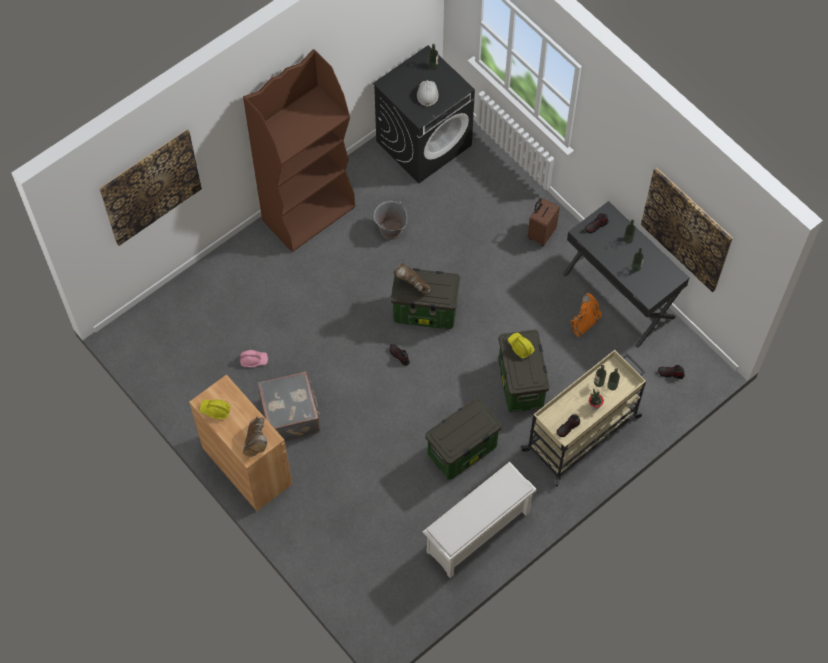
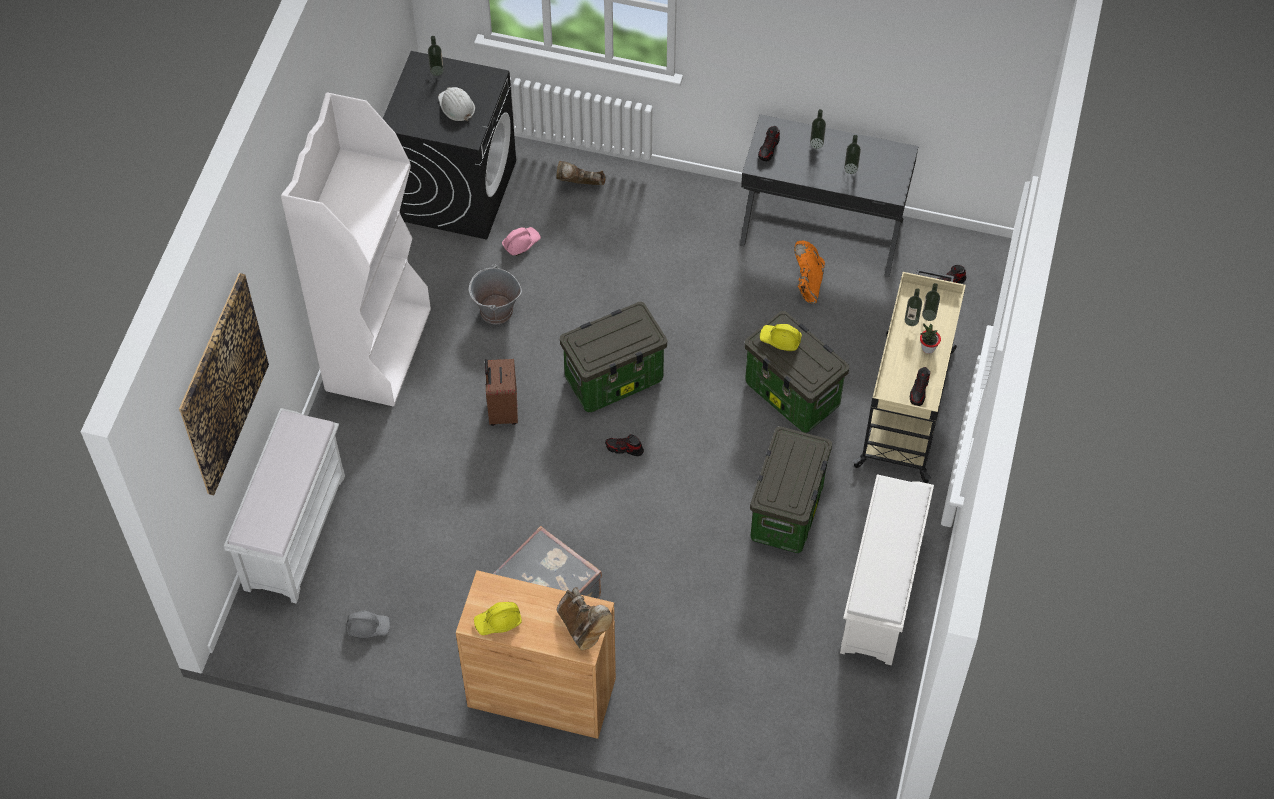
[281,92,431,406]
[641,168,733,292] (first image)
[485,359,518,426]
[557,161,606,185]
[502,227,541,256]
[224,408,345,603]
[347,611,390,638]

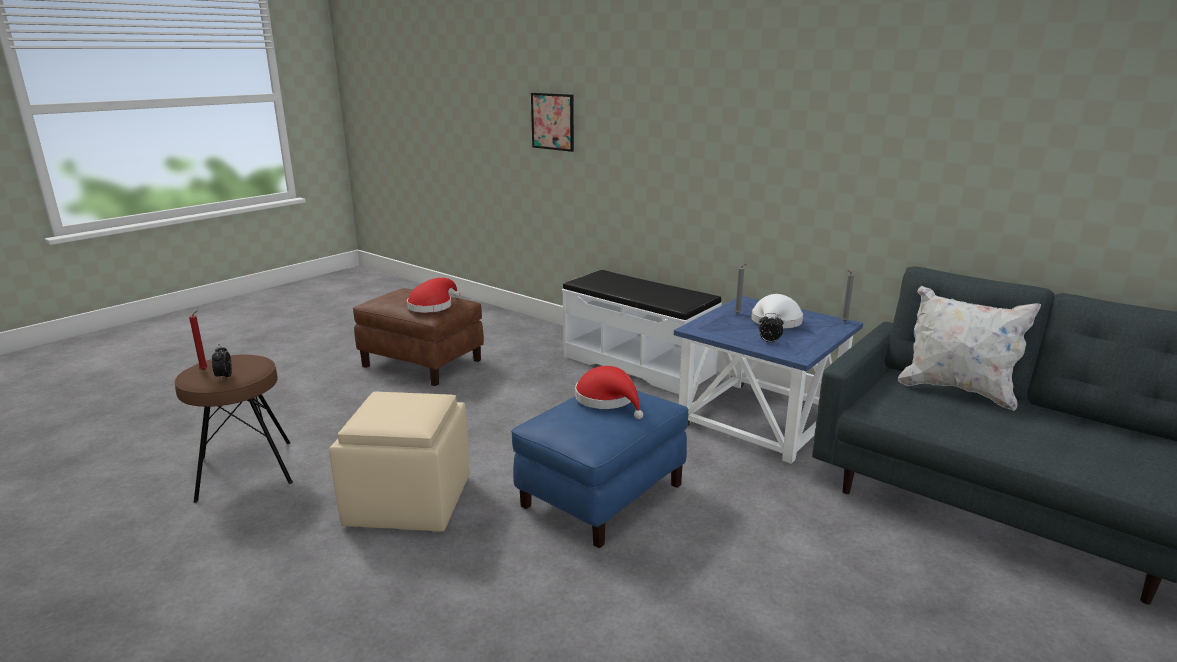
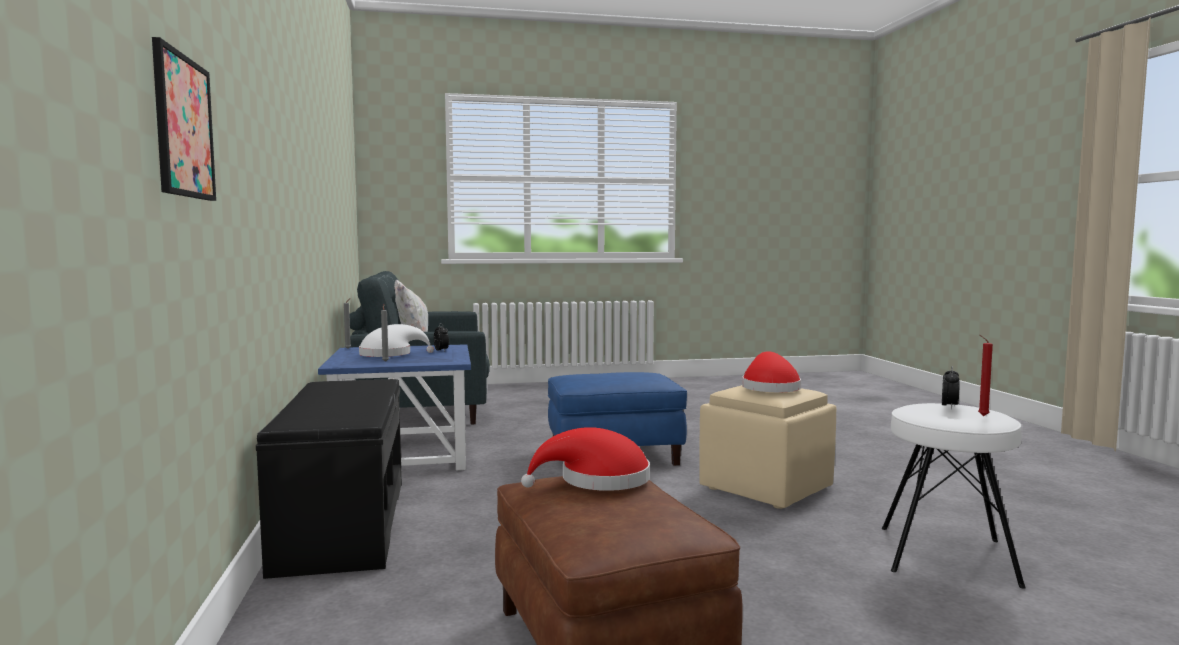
[256,379,402,579]
[882,403,1026,589]
[742,351,801,392]

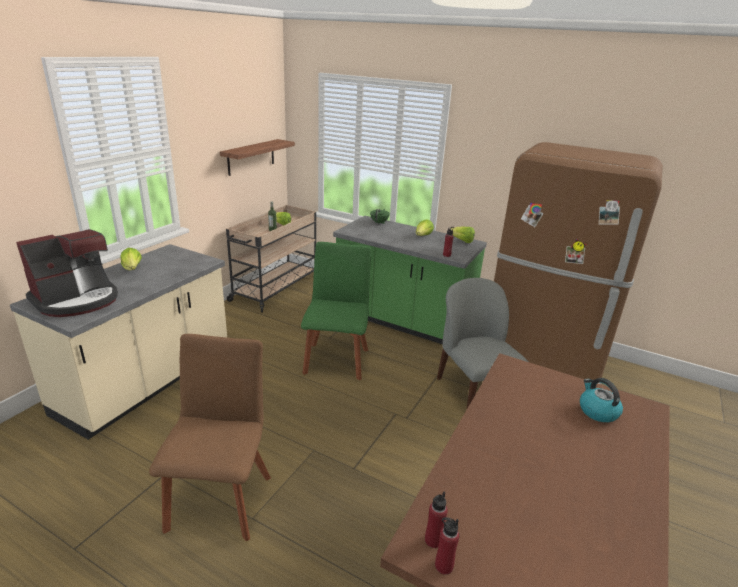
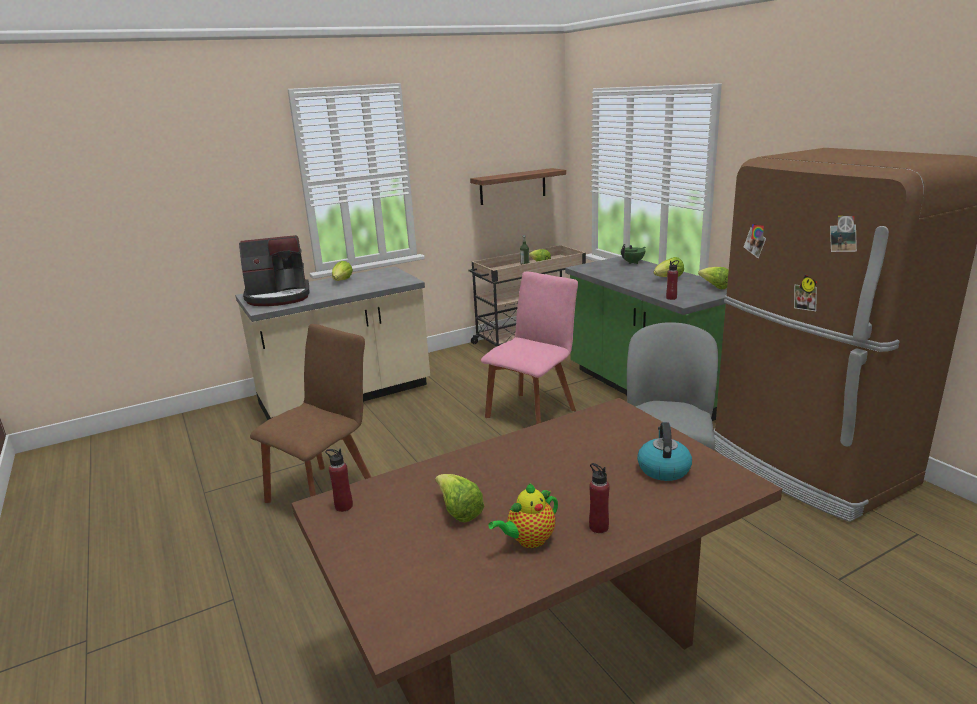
[481,272,578,424]
[589,463,610,533]
[435,474,484,523]
[488,483,558,548]

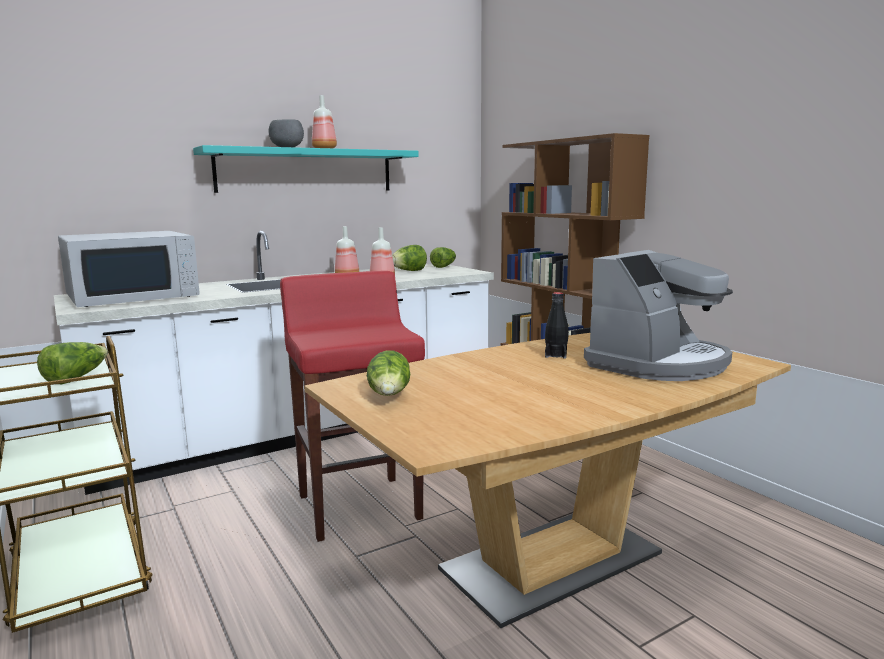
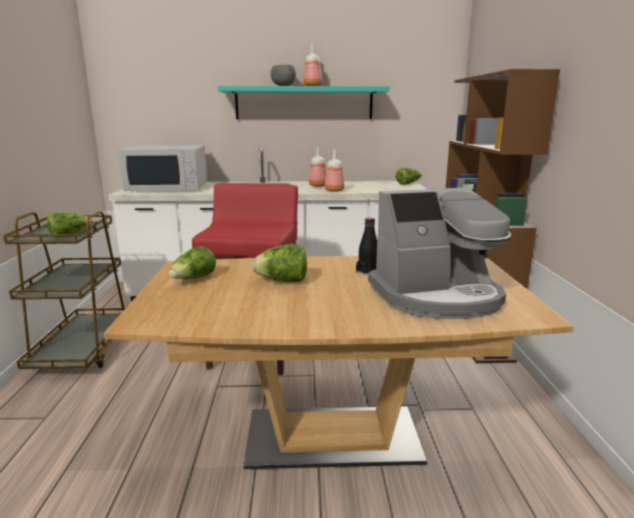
[252,244,307,282]

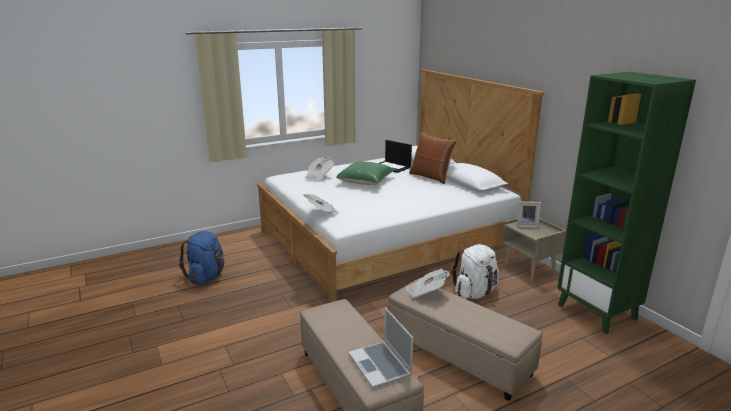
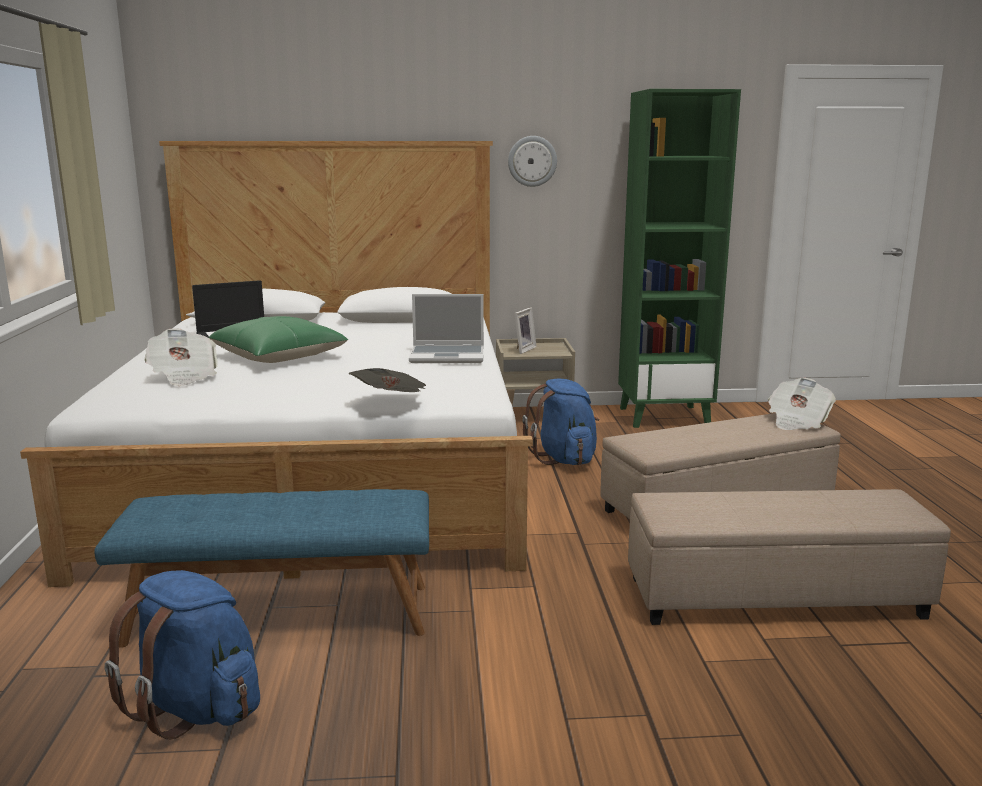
[409,132,457,184] (first image)
[522,378,599,465]
[768,378,836,430]
[409,294,484,363]
[508,136,557,187]
[94,489,429,648]

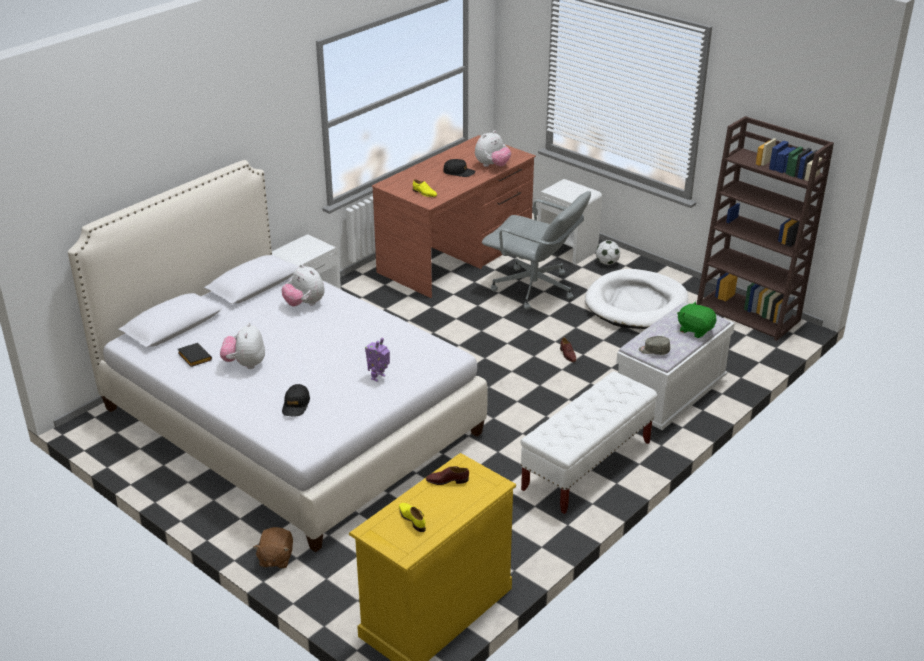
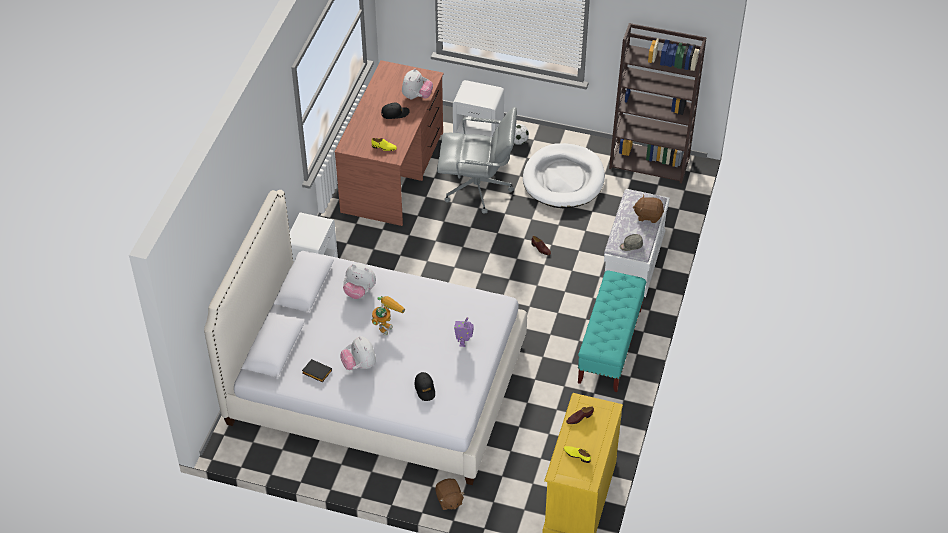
[633,194,664,223]
[578,271,646,392]
[371,296,405,336]

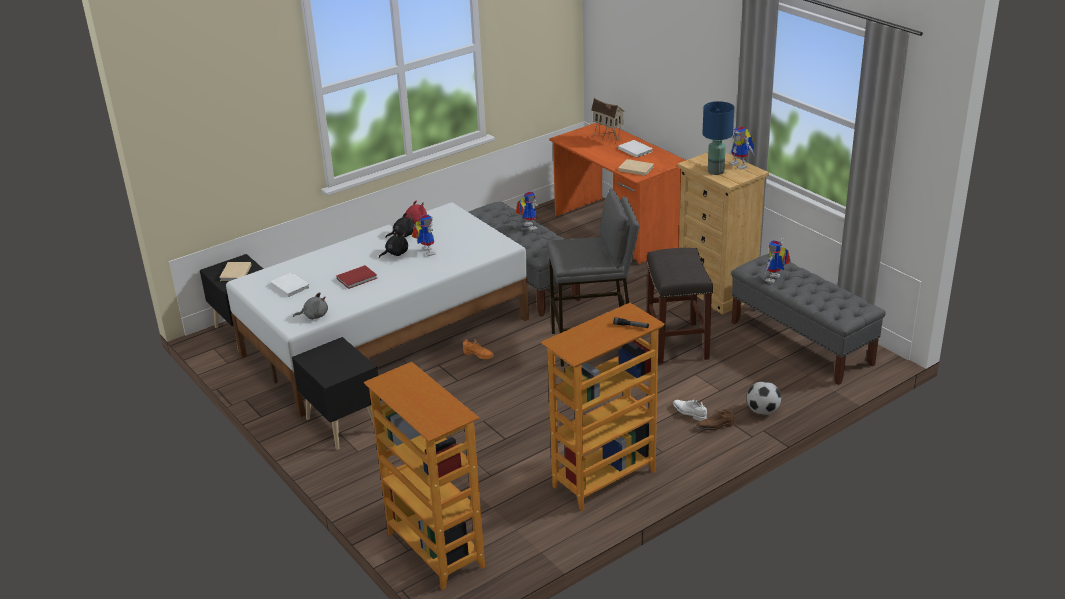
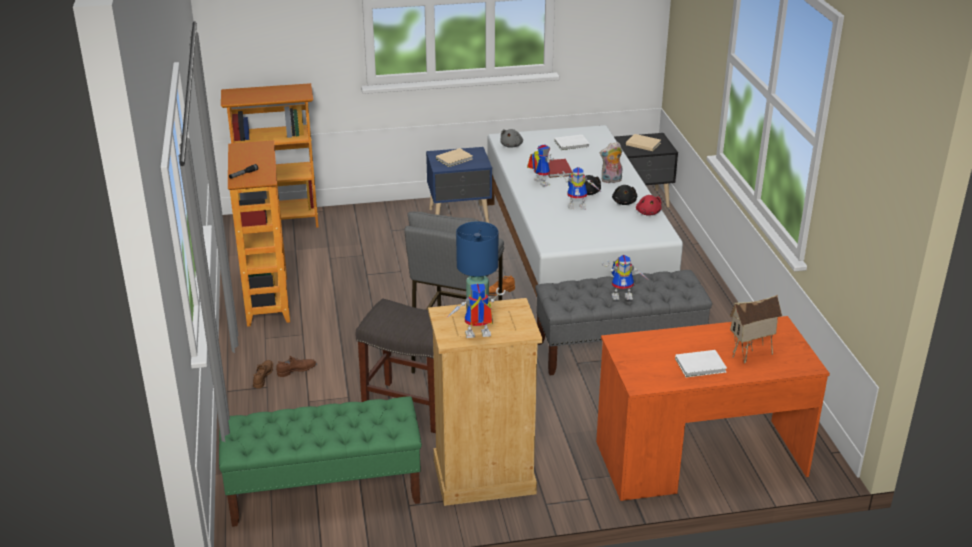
[436,148,473,167]
[527,144,554,187]
[219,396,422,527]
[426,147,492,223]
[747,381,781,415] (first image)
[276,356,317,377]
[600,142,622,183]

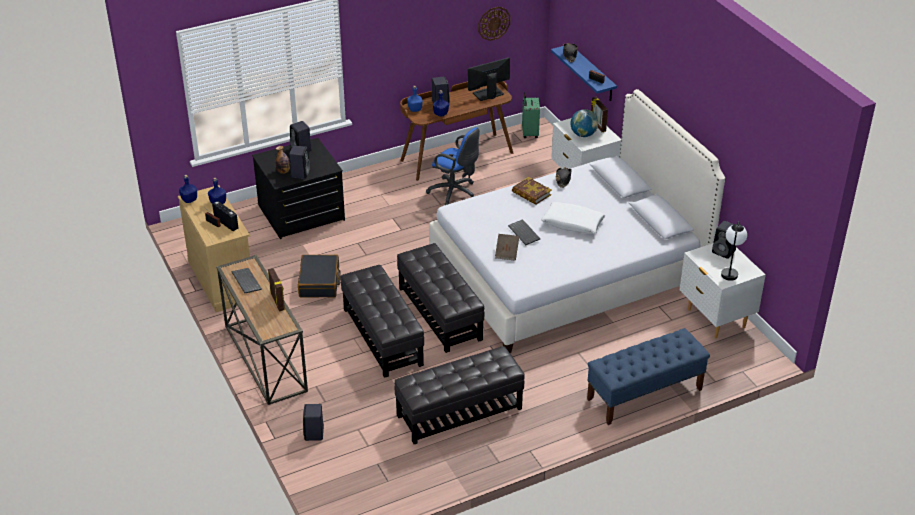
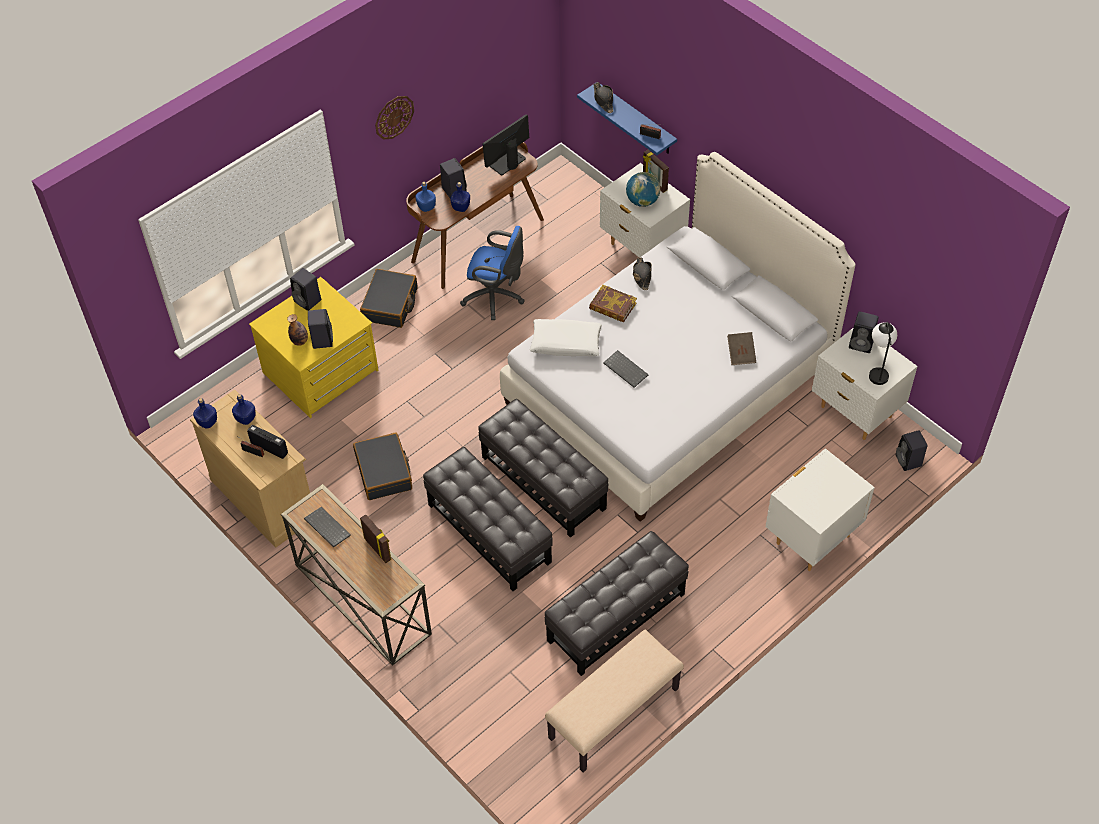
[375,96,414,139]
[522,92,540,138] (first image)
[249,277,379,418]
[530,319,602,356]
[727,332,756,365]
[766,448,875,571]
[896,430,928,471]
[360,269,418,328]
[545,629,684,773]

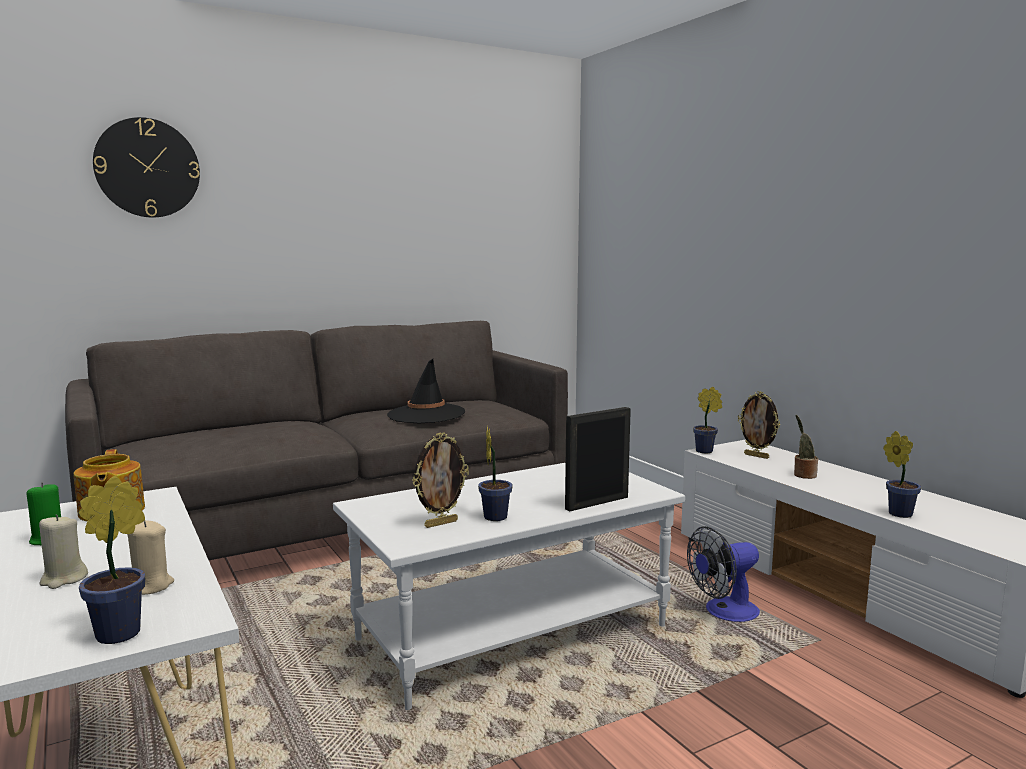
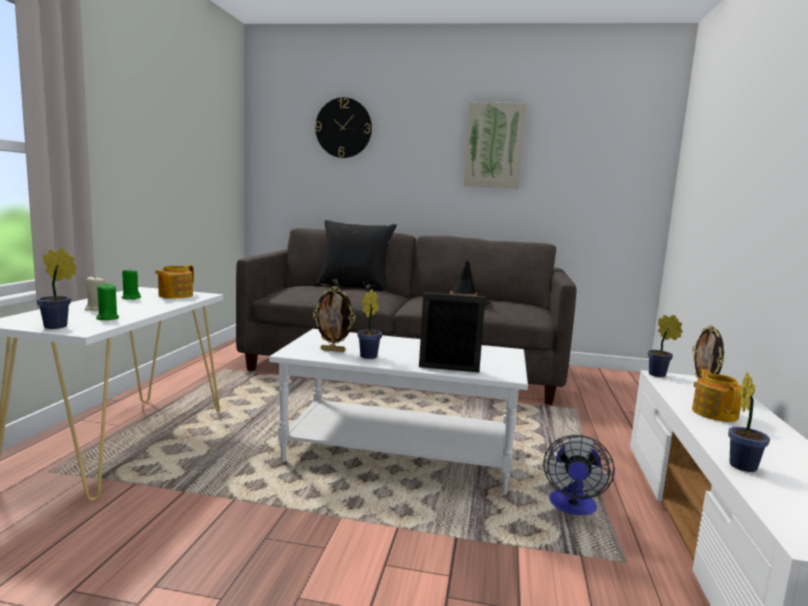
[692,369,741,422]
[96,284,119,320]
[543,435,615,515]
[463,102,527,189]
[314,220,397,292]

